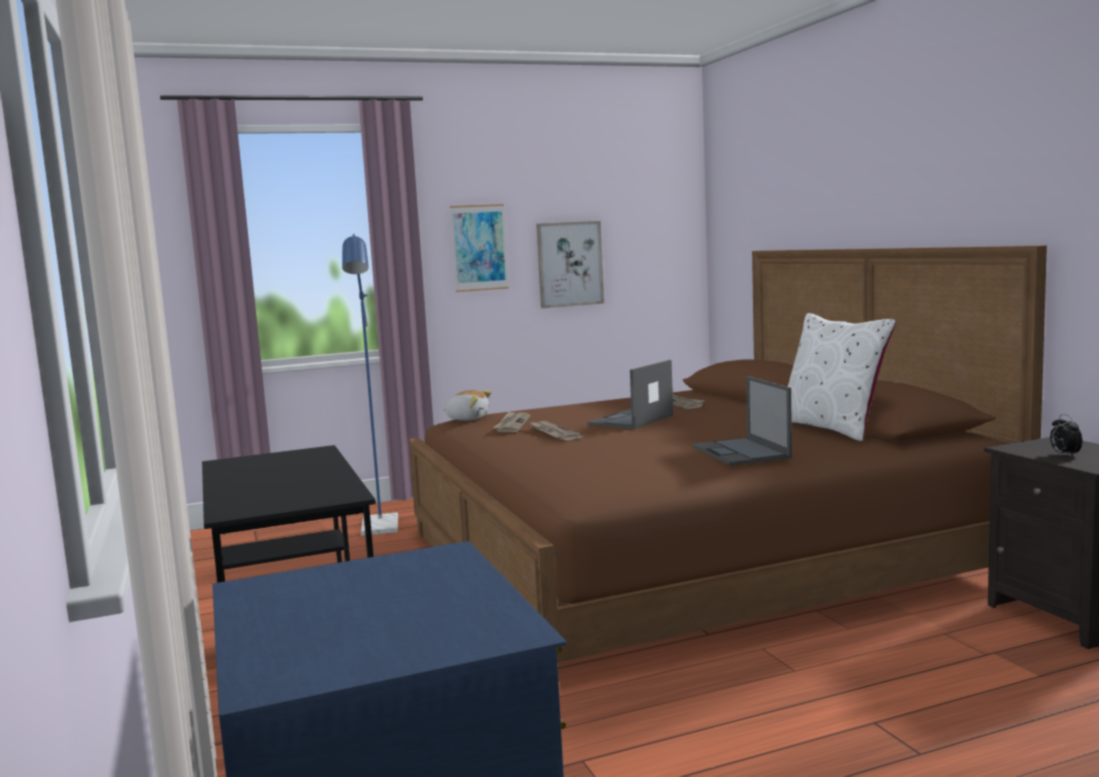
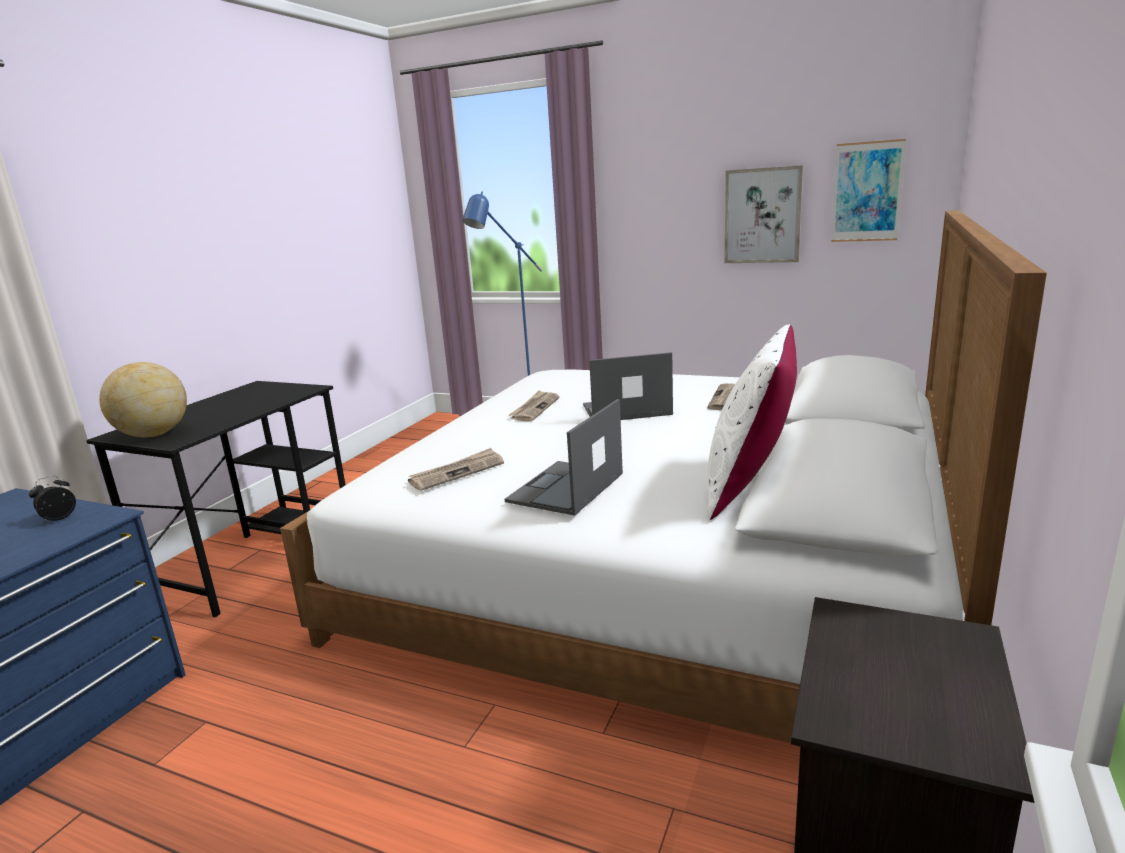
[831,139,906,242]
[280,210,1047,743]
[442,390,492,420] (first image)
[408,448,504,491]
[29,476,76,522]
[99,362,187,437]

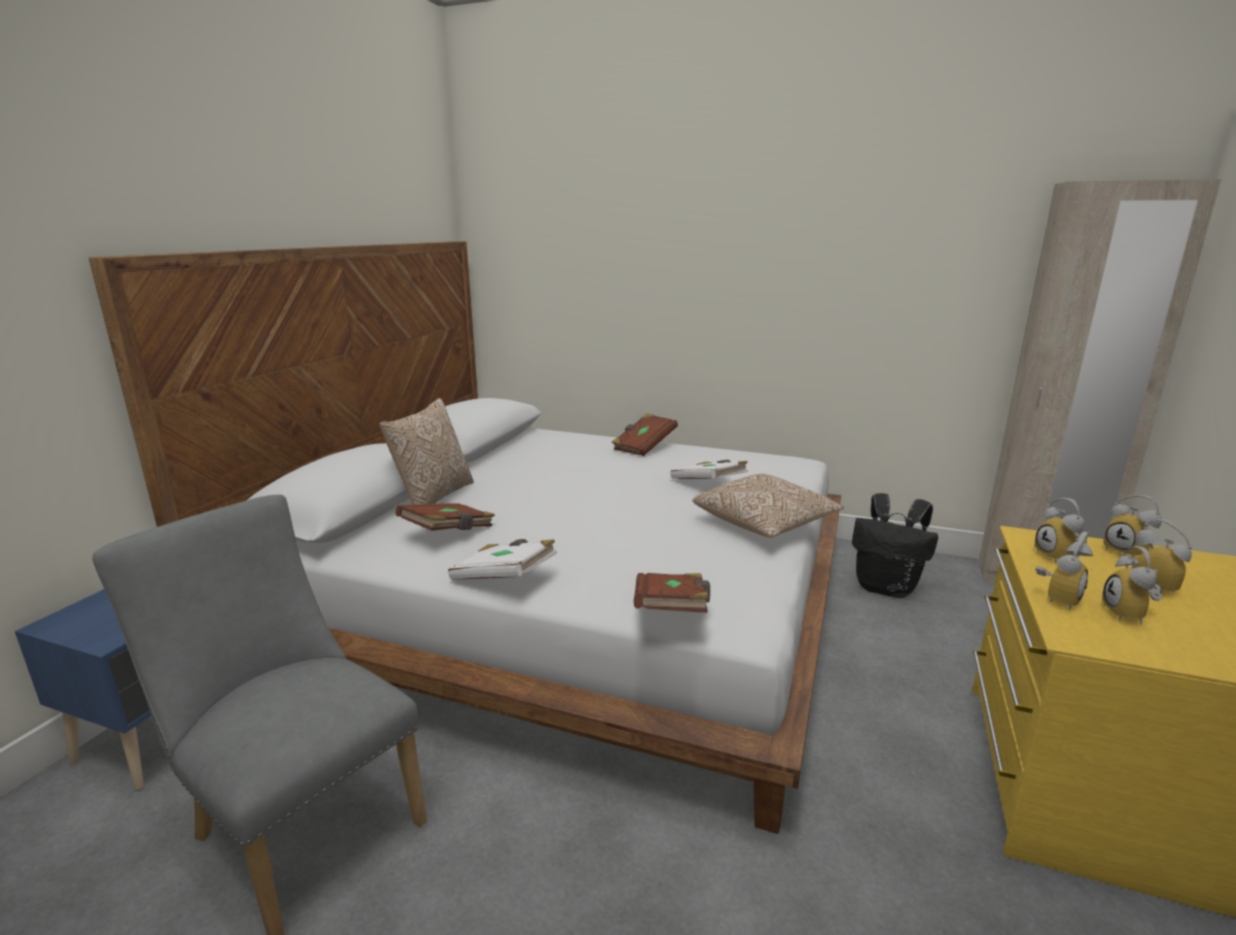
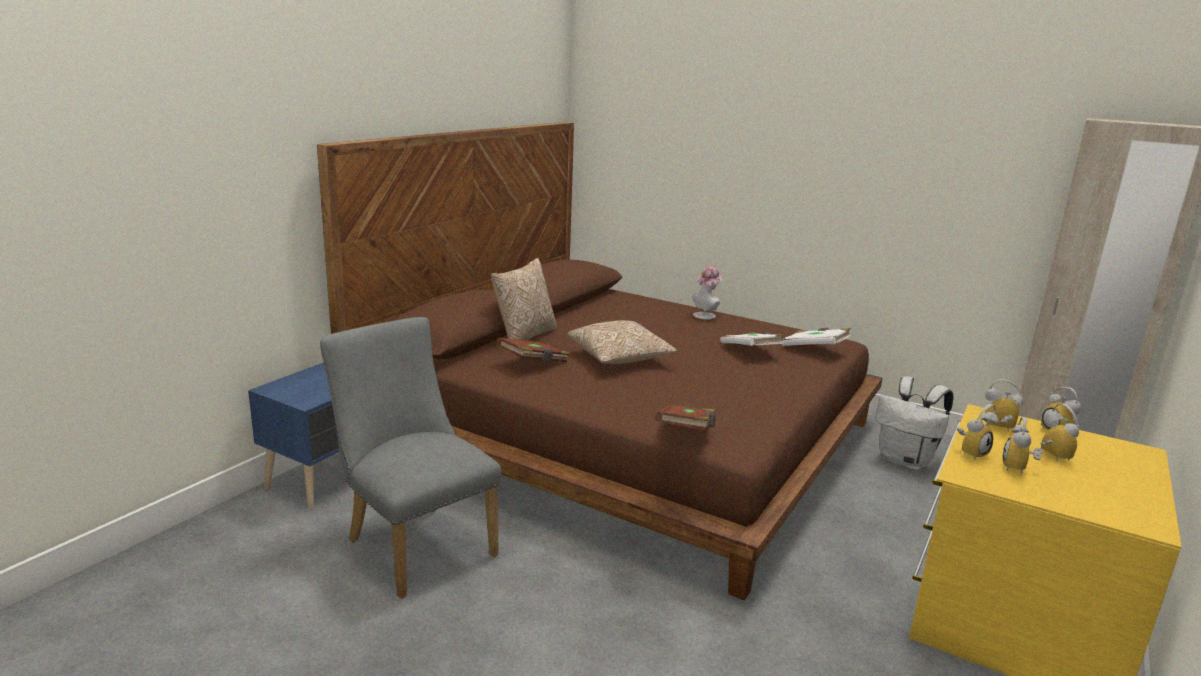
[317,122,882,600]
[692,266,724,320]
[567,320,678,364]
[875,376,954,470]
[985,379,1023,432]
[782,328,851,346]

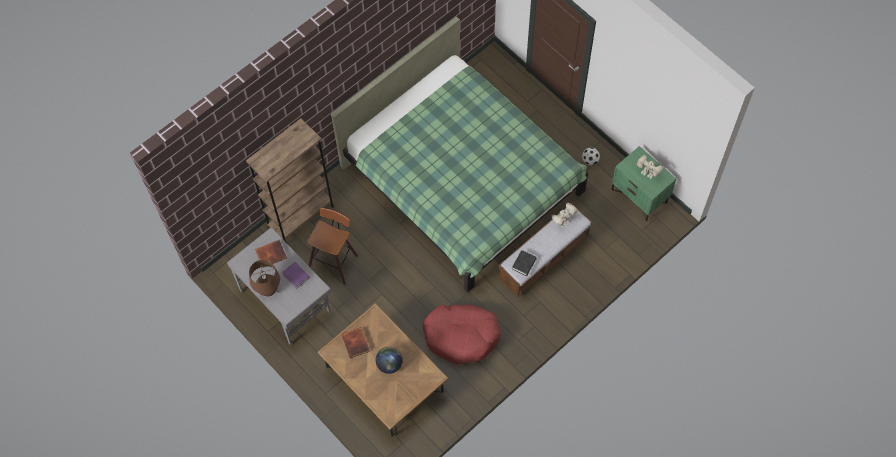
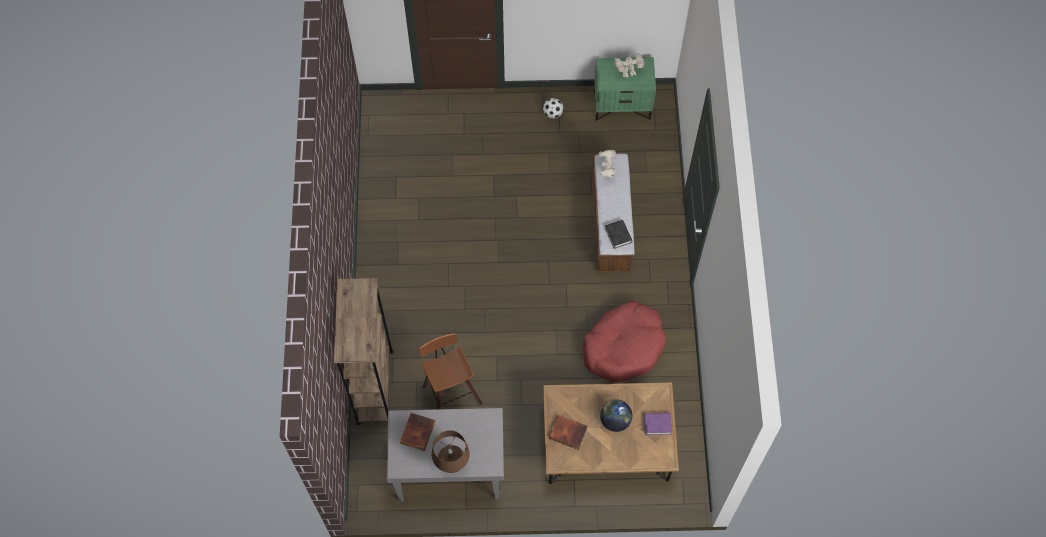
[331,16,588,292] (first image)
[644,413,672,435]

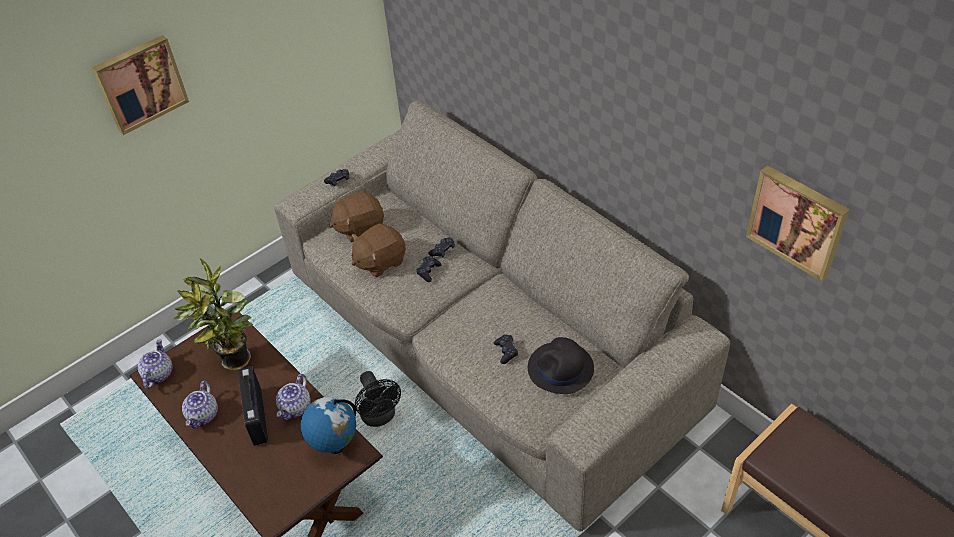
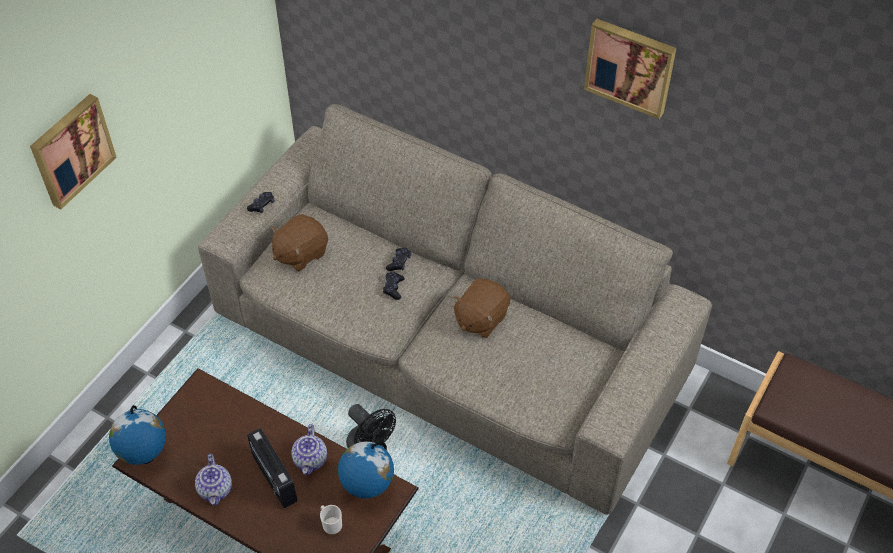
[584,19,676,119]
[452,278,510,338]
[173,257,253,371] (first image)
[494,335,518,364] (first image)
[528,337,594,394] (first image)
[109,405,166,465]
[320,505,342,535]

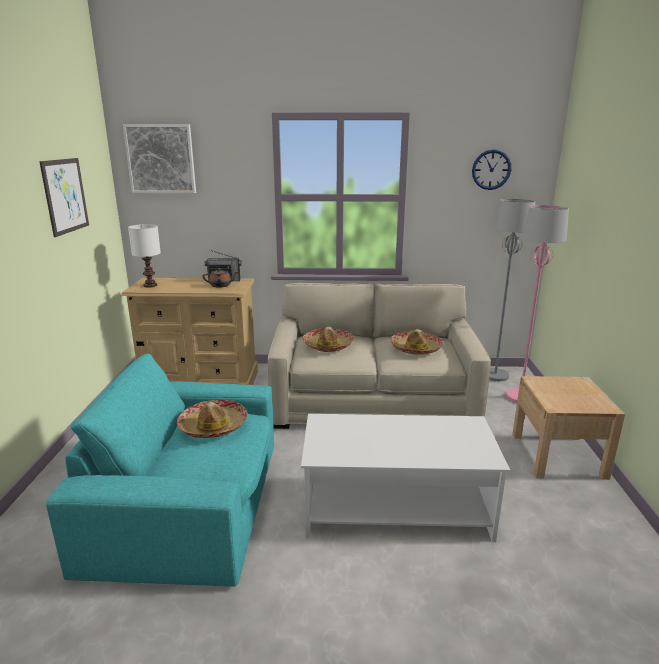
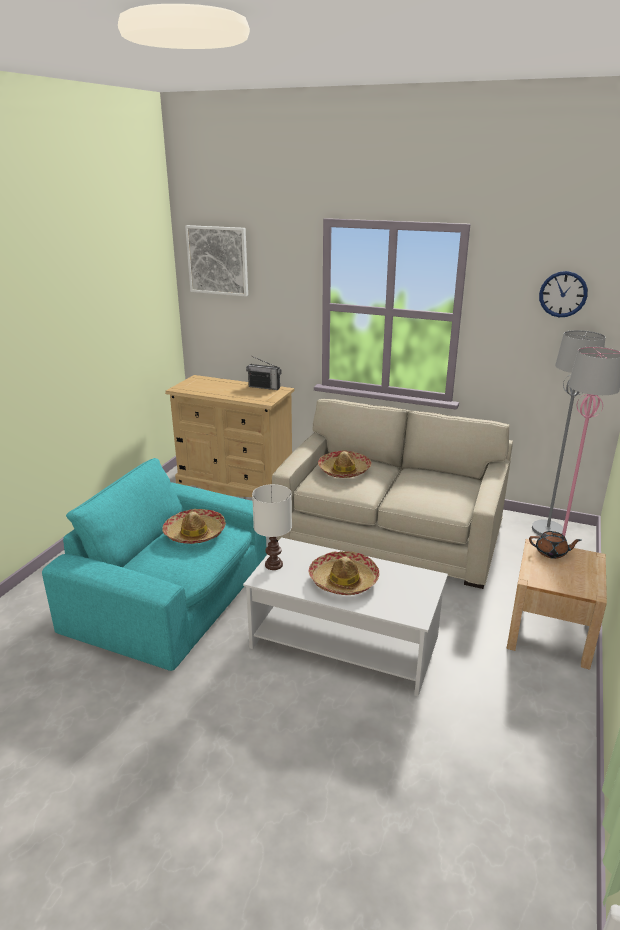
[39,158,89,237] (first image)
[252,484,292,570]
[529,531,582,559]
[309,551,379,595]

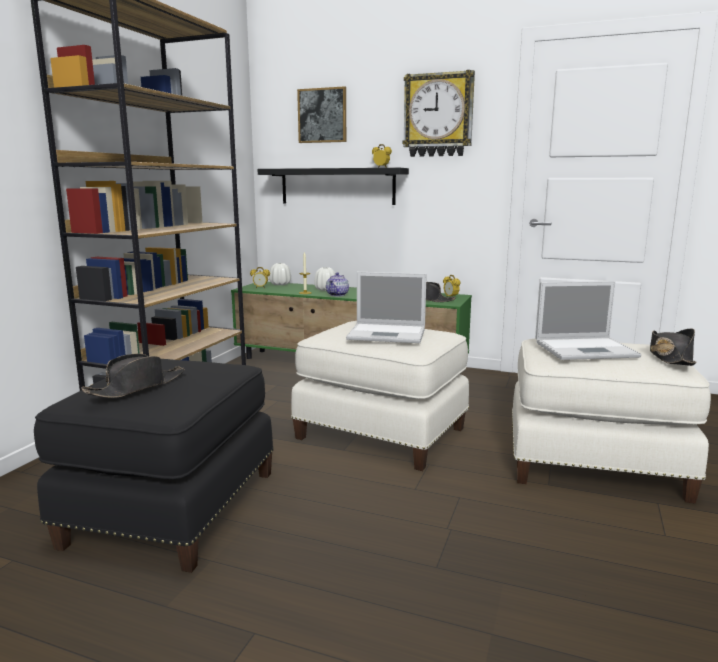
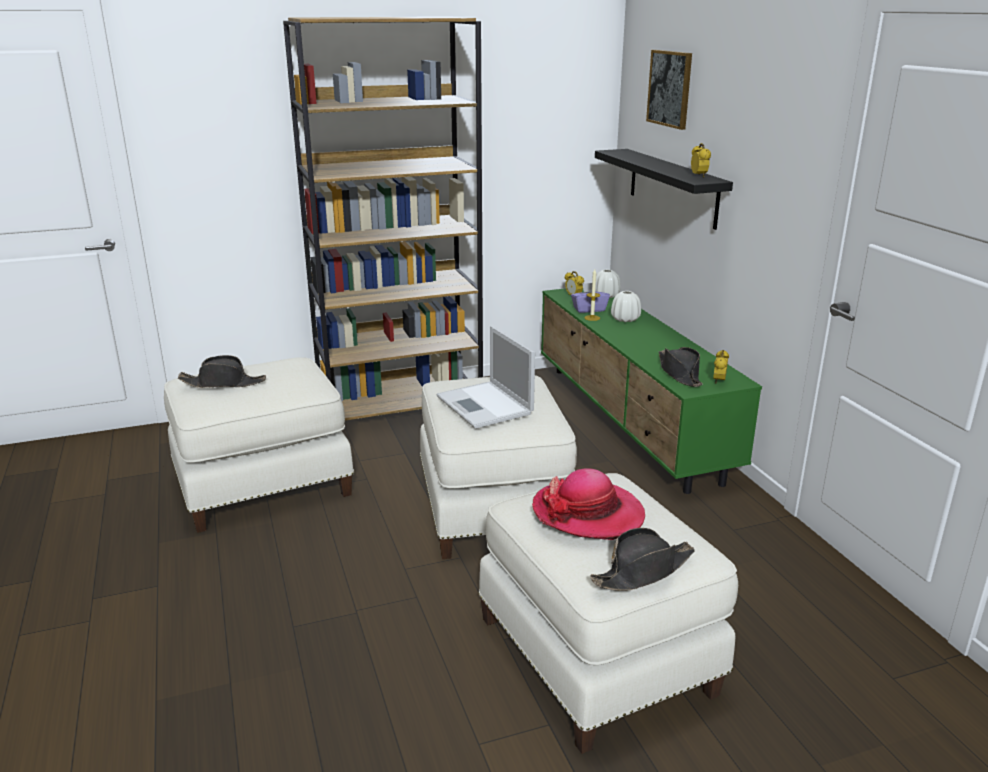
[403,70,475,157] (first image)
[326,272,349,296] (first image)
[532,468,645,540]
[164,357,354,533]
[571,283,610,313]

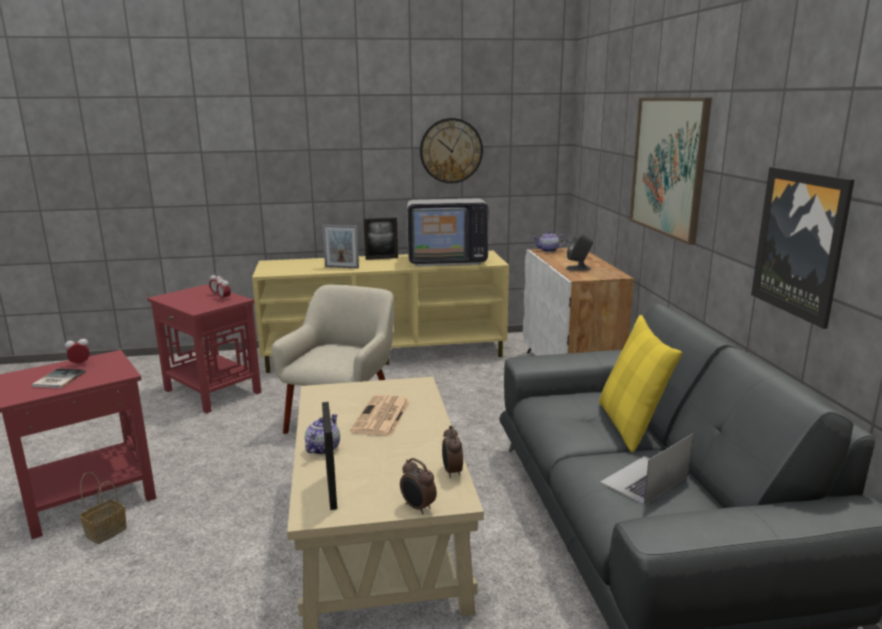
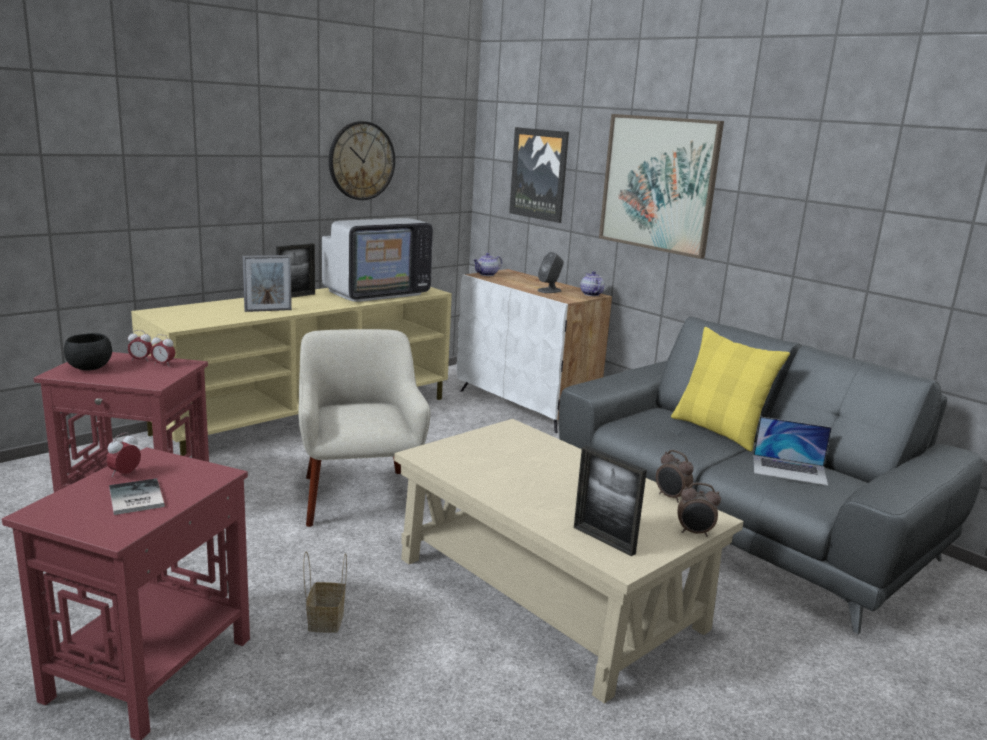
[509,127,569,223]
[350,395,410,437] (first image)
[580,271,605,296]
[753,416,832,486]
[303,551,347,633]
[64,333,112,371]

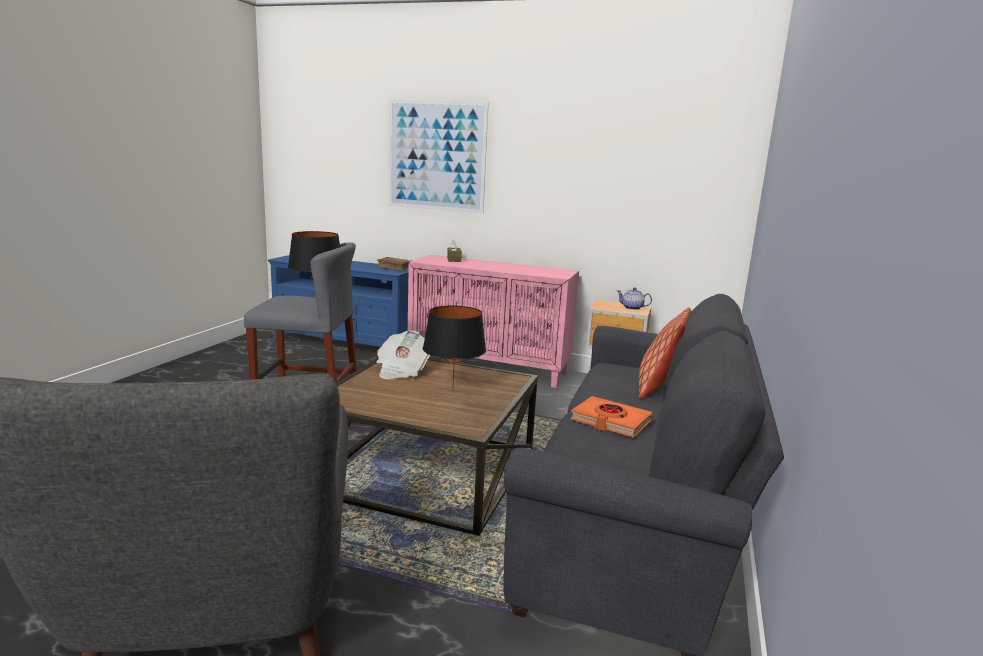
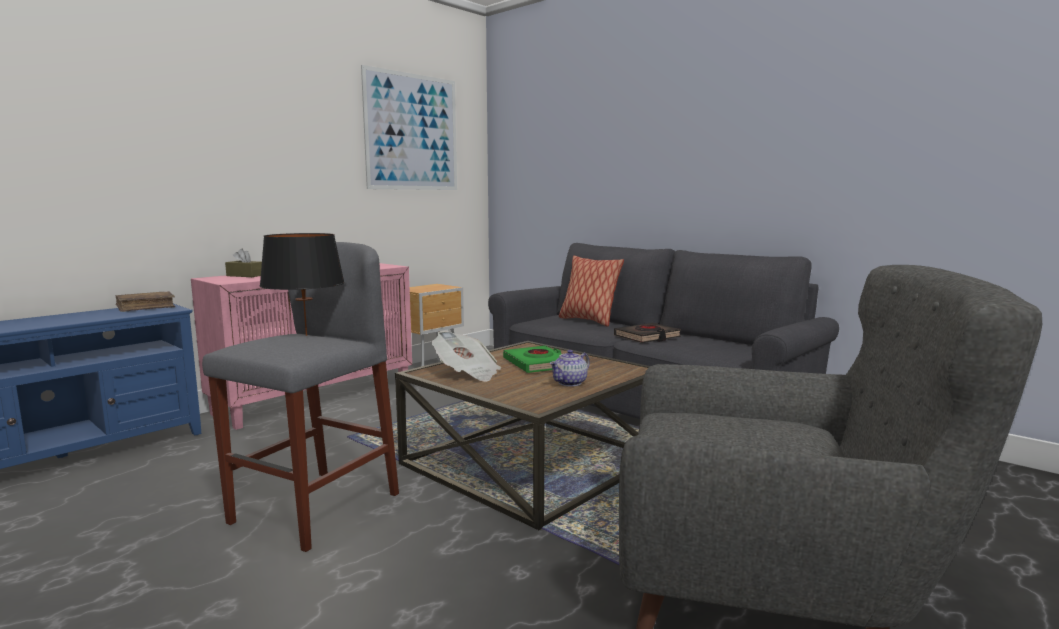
[361,65,457,190]
[550,350,590,386]
[503,346,562,373]
[614,323,681,343]

